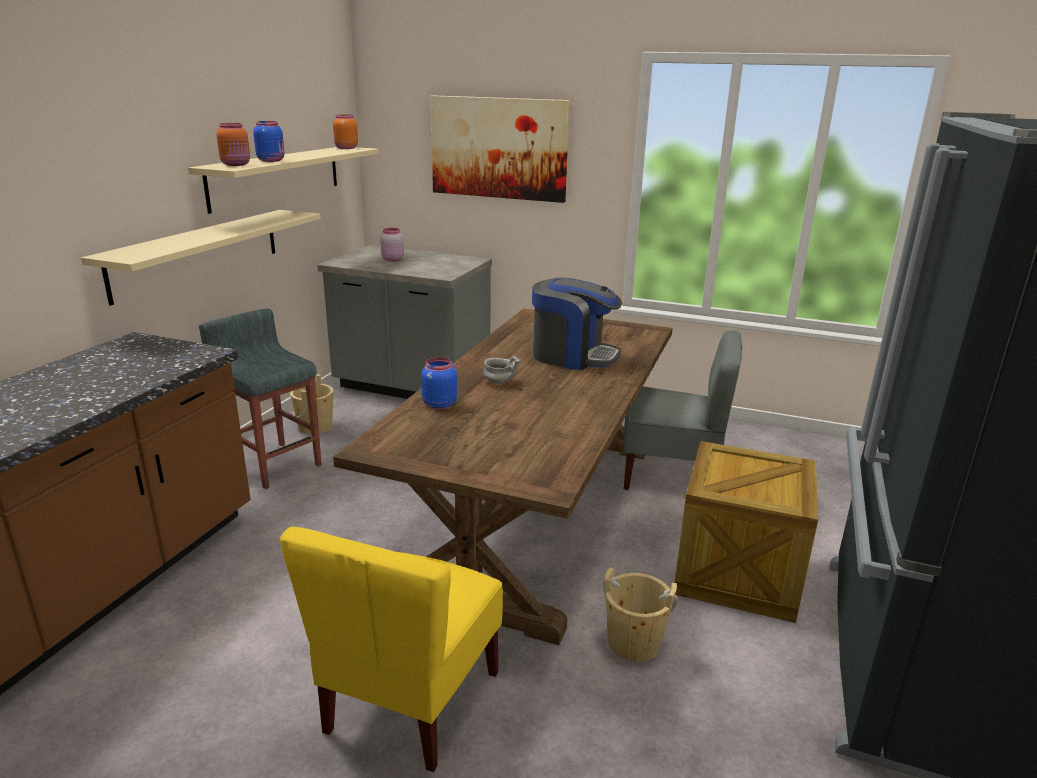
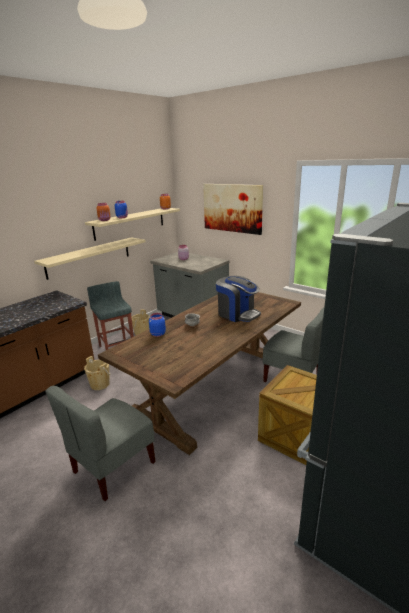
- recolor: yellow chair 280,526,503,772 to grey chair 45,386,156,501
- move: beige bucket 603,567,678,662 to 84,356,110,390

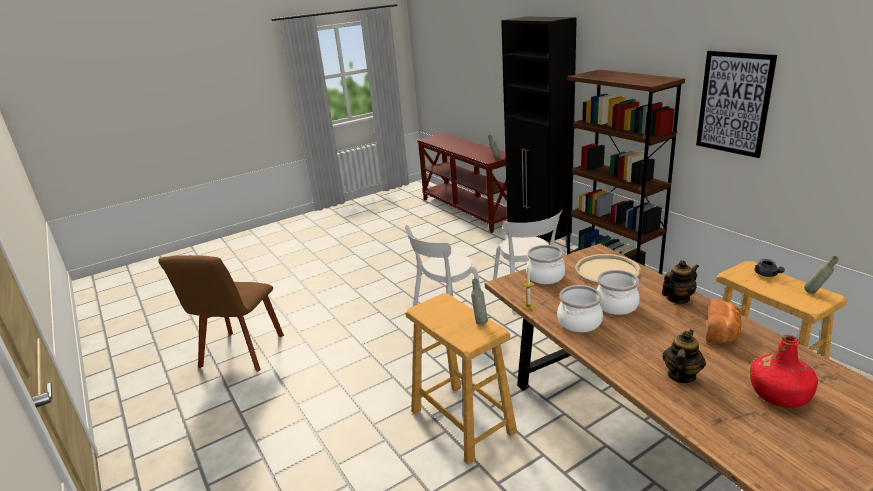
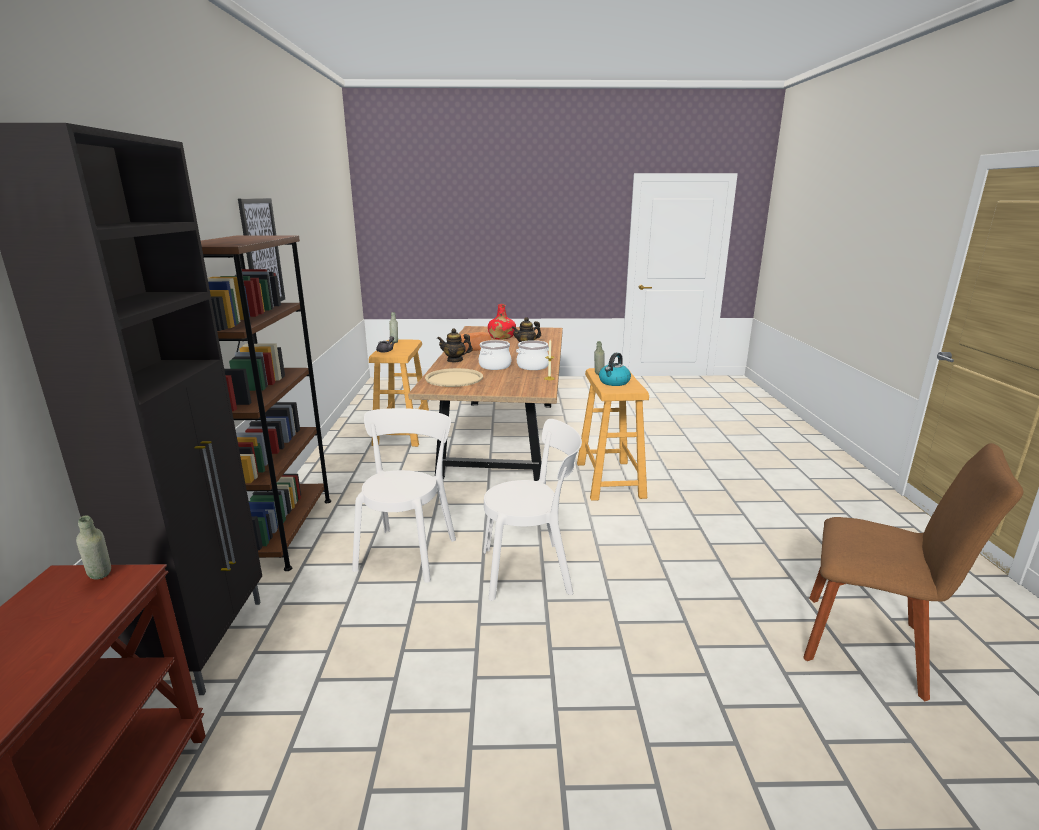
- rotate: brown chair 158,255,284,372 = 803,443,1023,701 75 degrees clockwise
- delete: cooking pot 526,245,565,284
- insert: kettle 599,353,631,386

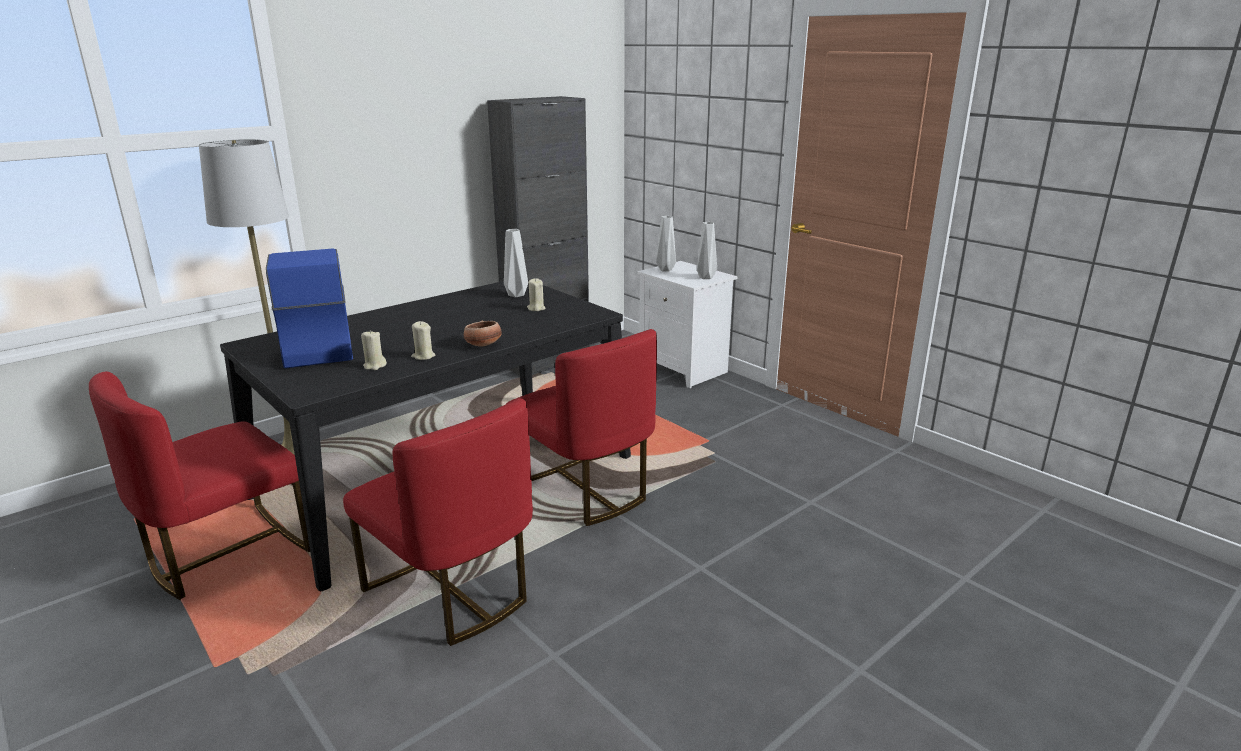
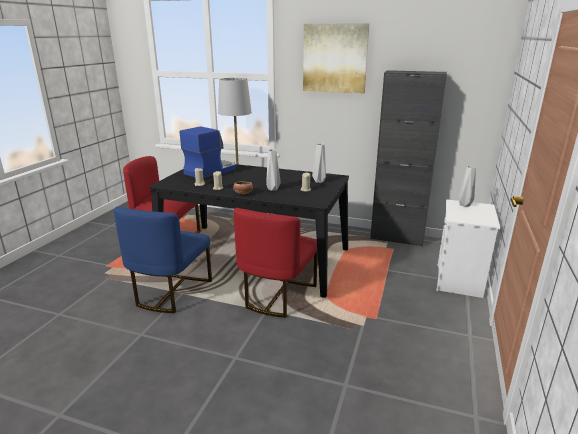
- recolor: red chair 343,398,533,646 to blue chair 114,207,212,313
- move: grey vase 697,222,717,279 to 266,149,281,191
- insert: picture 303,23,369,93

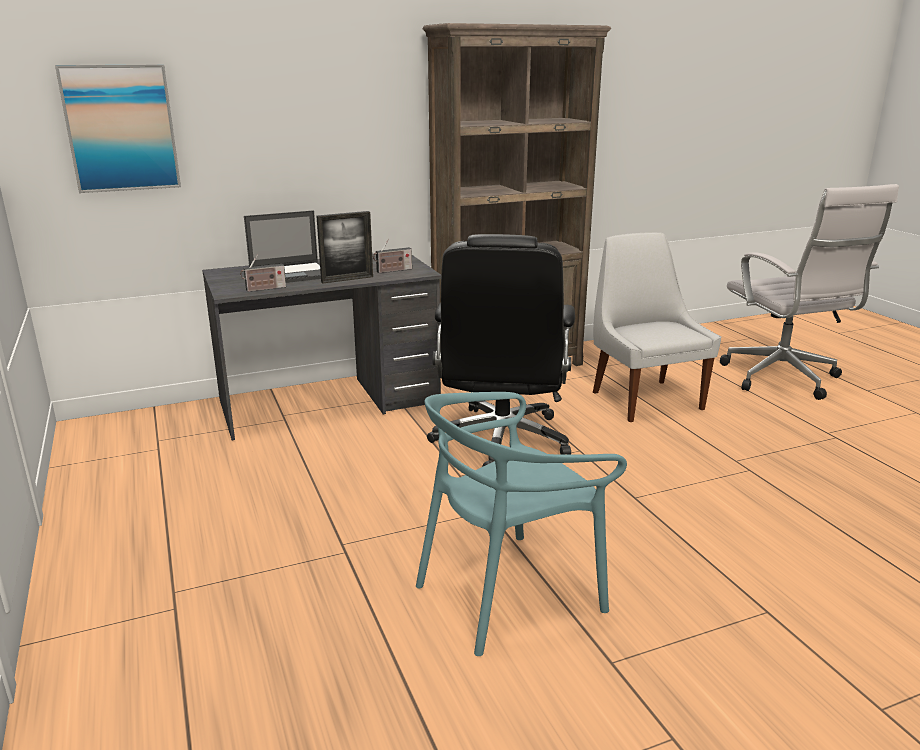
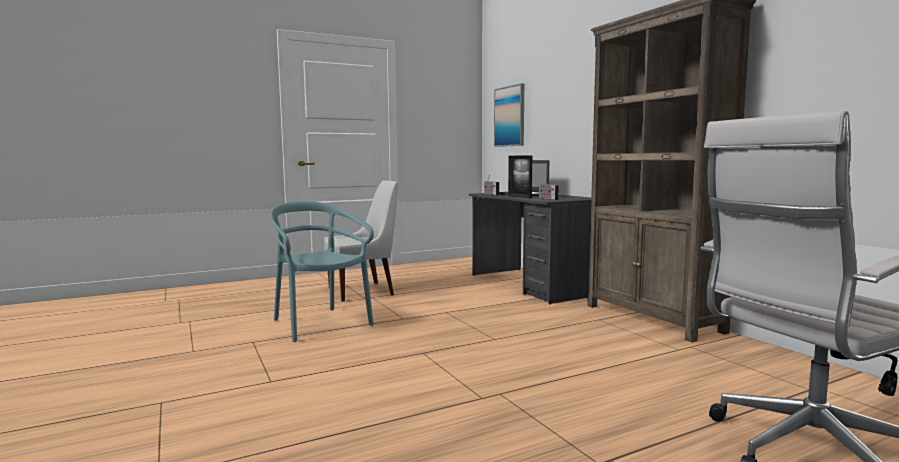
- delete: black office chair 427,234,575,467
- move: white chair 593,232,721,422 to 324,181,398,302

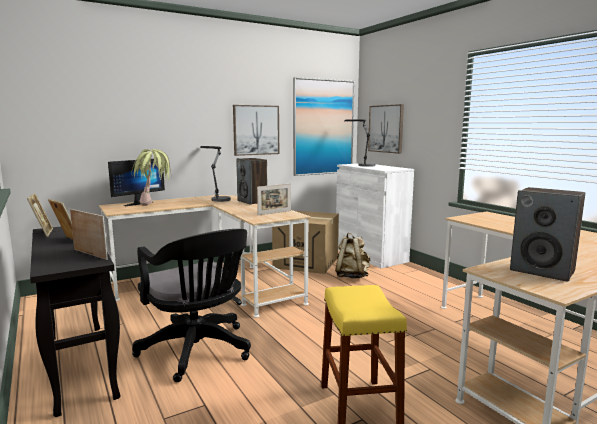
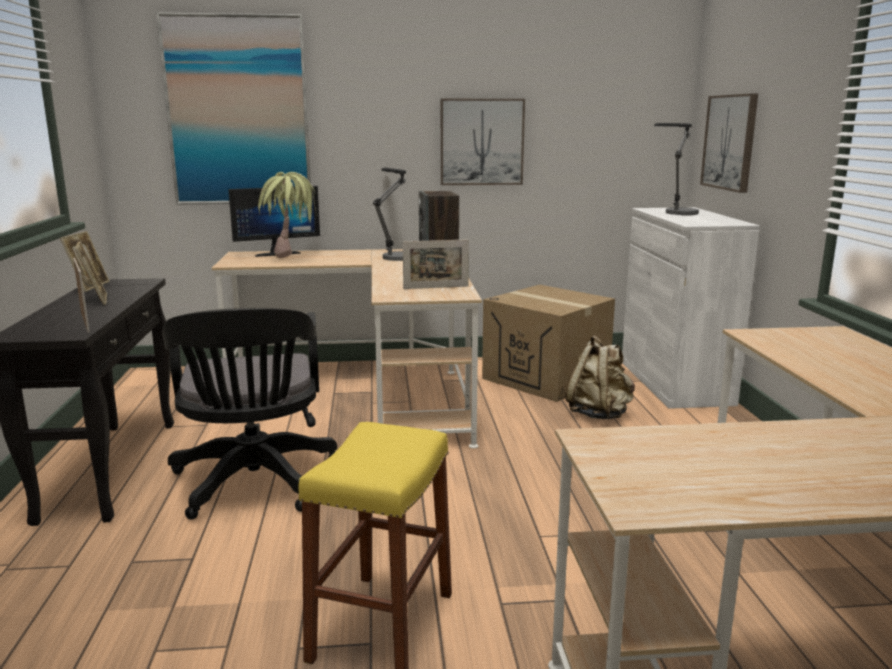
- move: picture 293,77,355,176 to 156,13,311,204
- delete: speaker 510,187,585,282

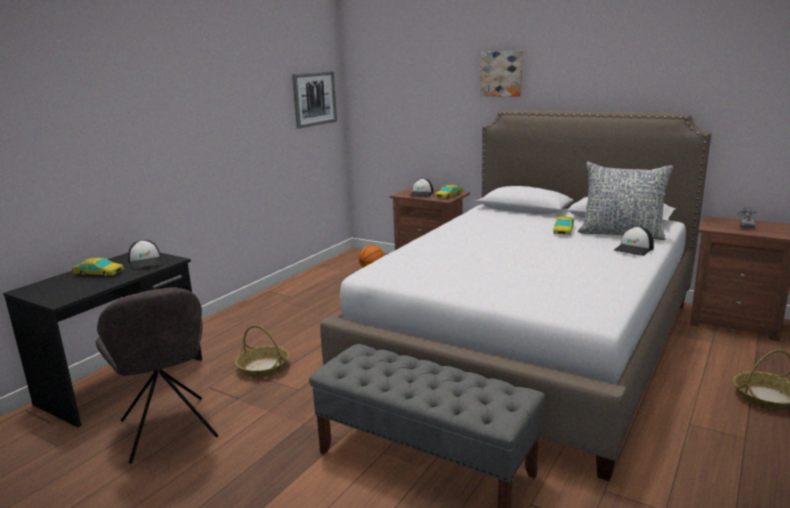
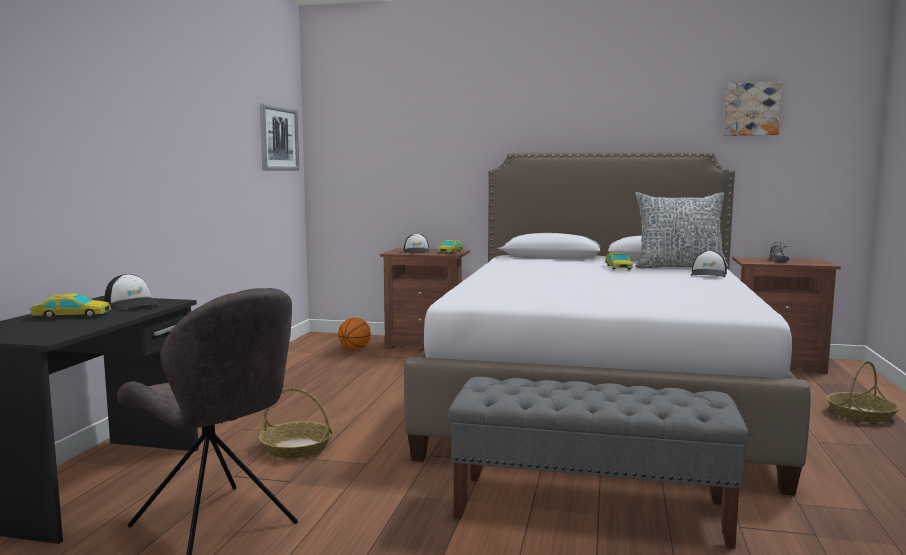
- move: picture 480,51,523,97 to 724,82,782,136

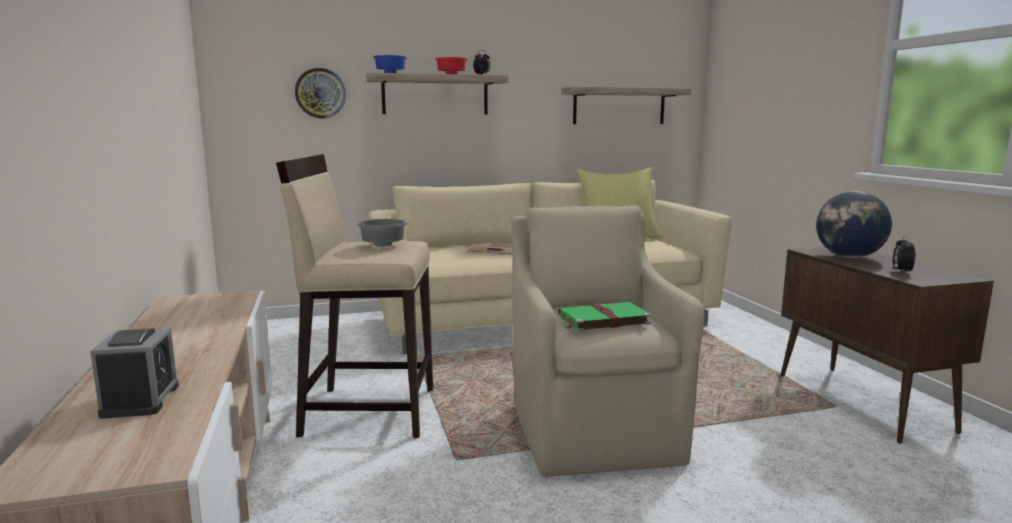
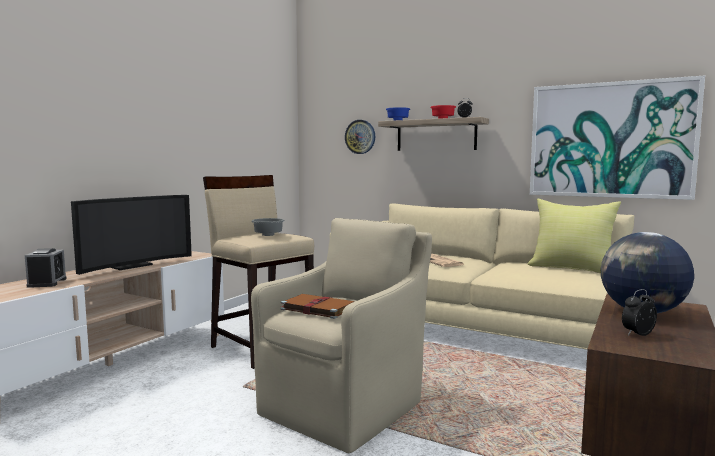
- rotate: alarm clock 90,328,179,419 = 25,248,66,288 45 degrees counterclockwise
- recolor: green book 558,302,651,331 to brown book 281,294,355,319
- replace: shelf 561,87,691,124 to picture 530,76,705,200
- insert: television 71,195,192,275

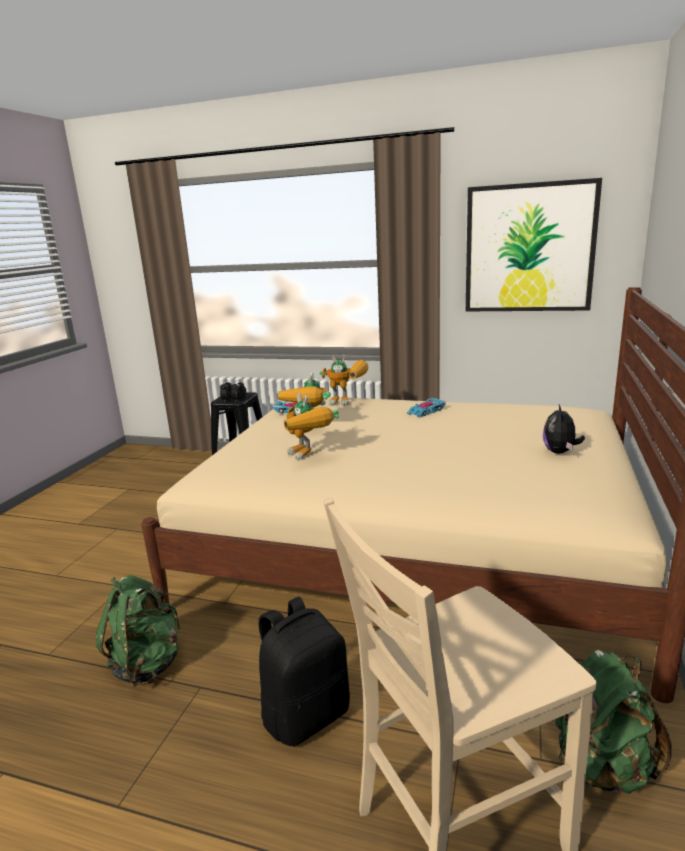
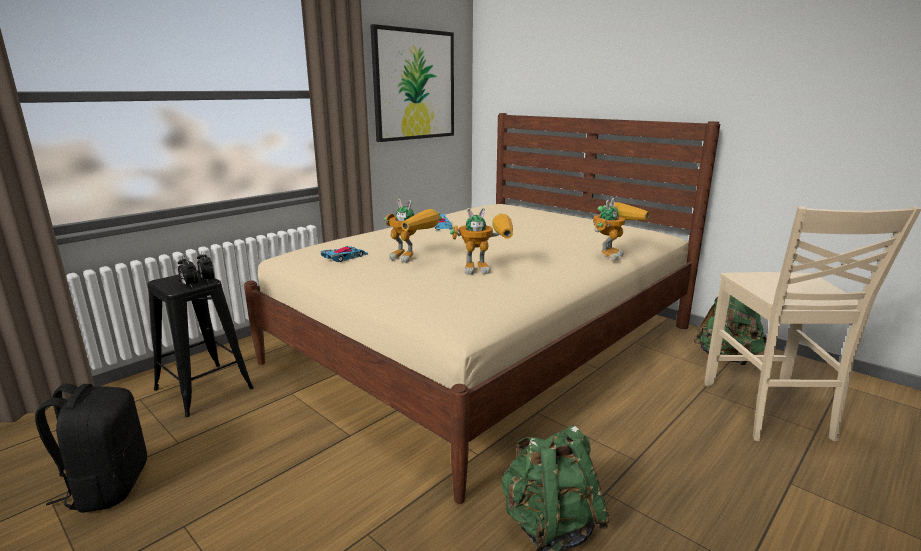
- move: black backpack 259,597,350,746 to 35,383,147,513
- move: toy robot 319,355,368,406 to 593,198,650,260
- delete: plush toy 543,404,585,454

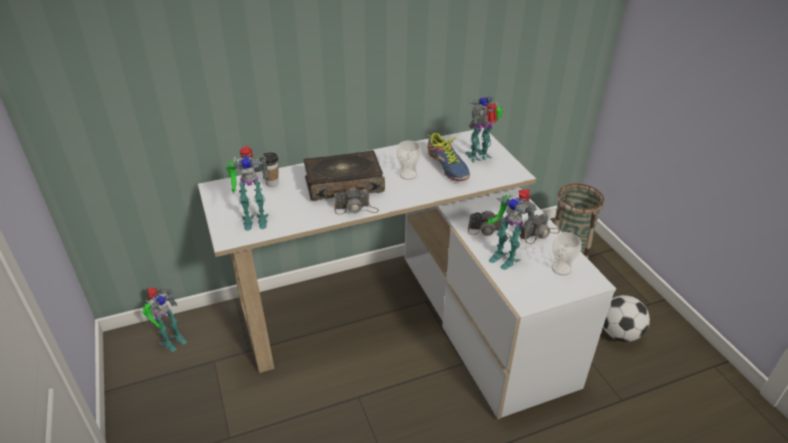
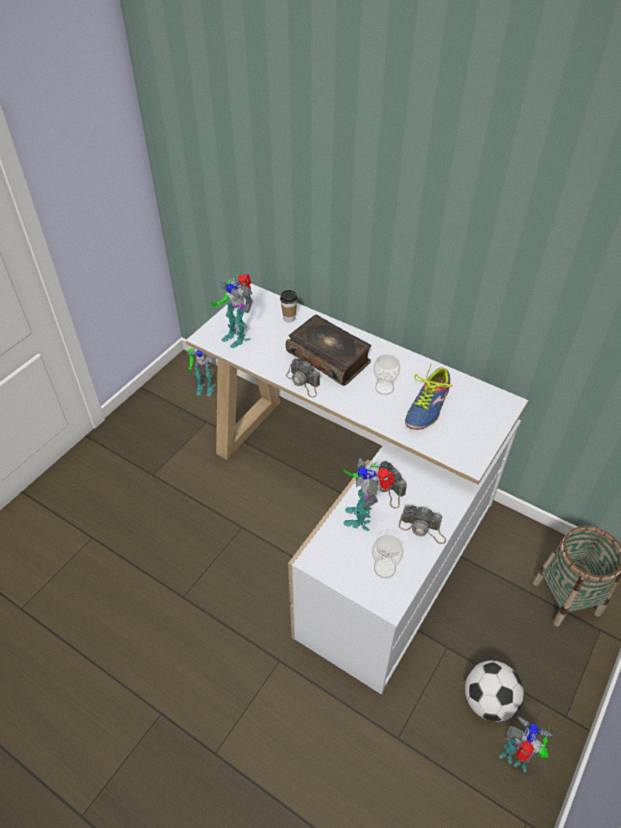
- move: toy robot 465,96,503,163 to 499,716,552,772

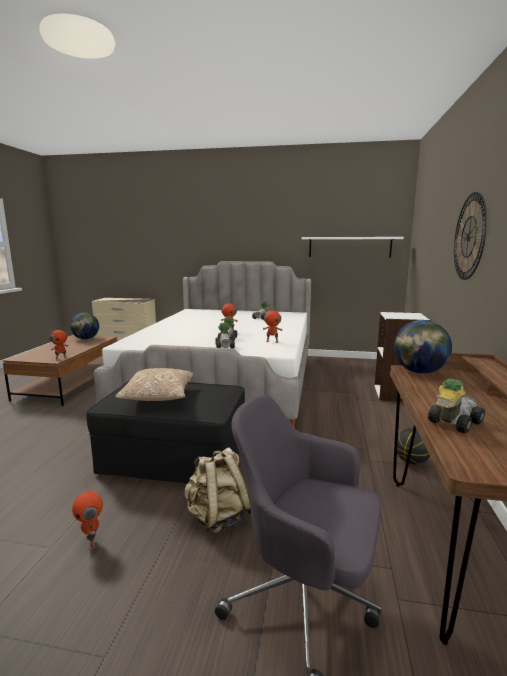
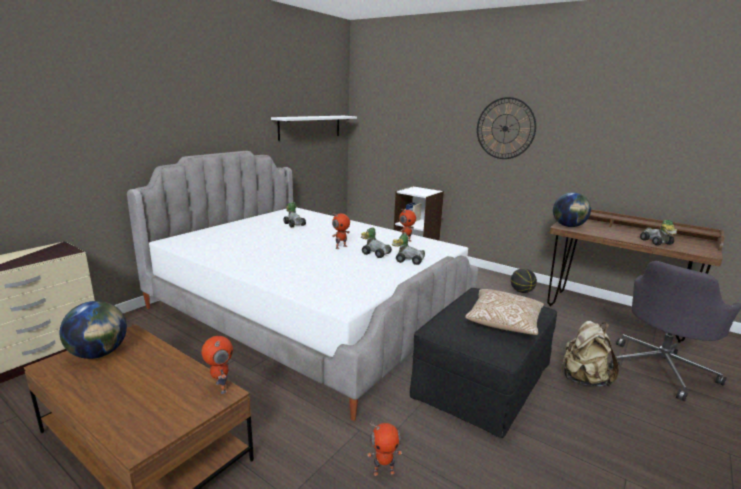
- move: toy robot 72,483,103,550 to 367,421,402,476

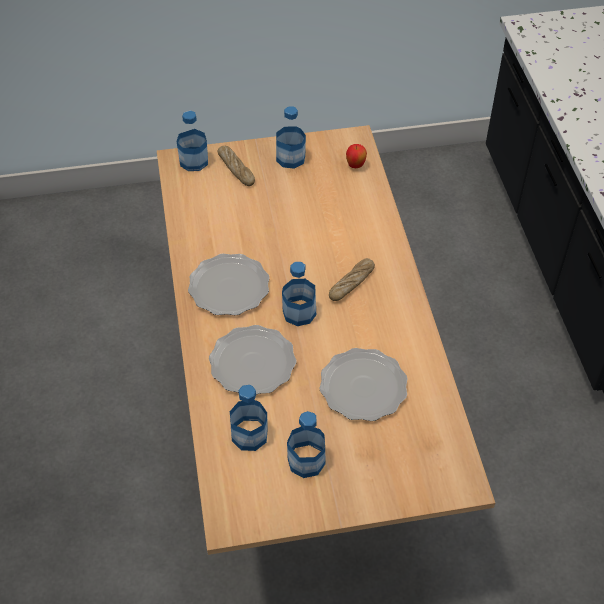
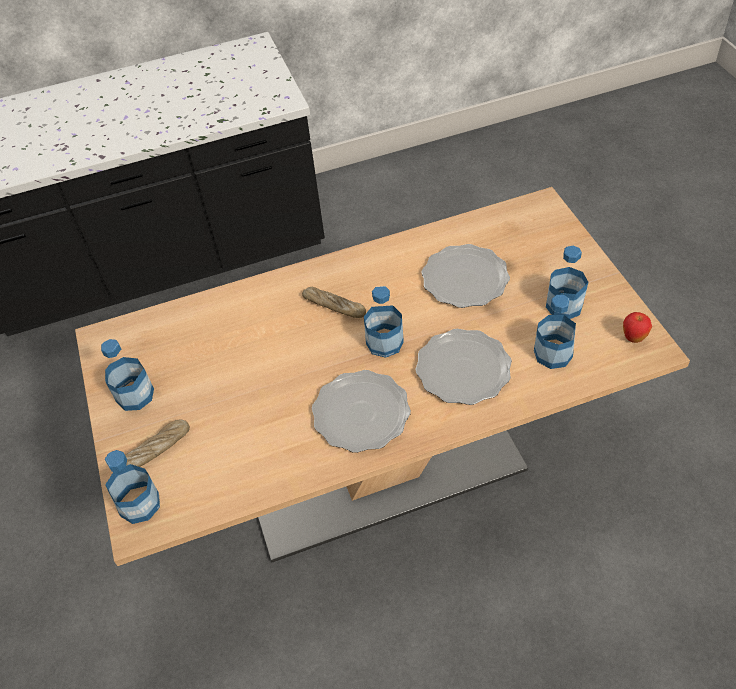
- move: apple 346,144,367,168 to 623,312,652,343

